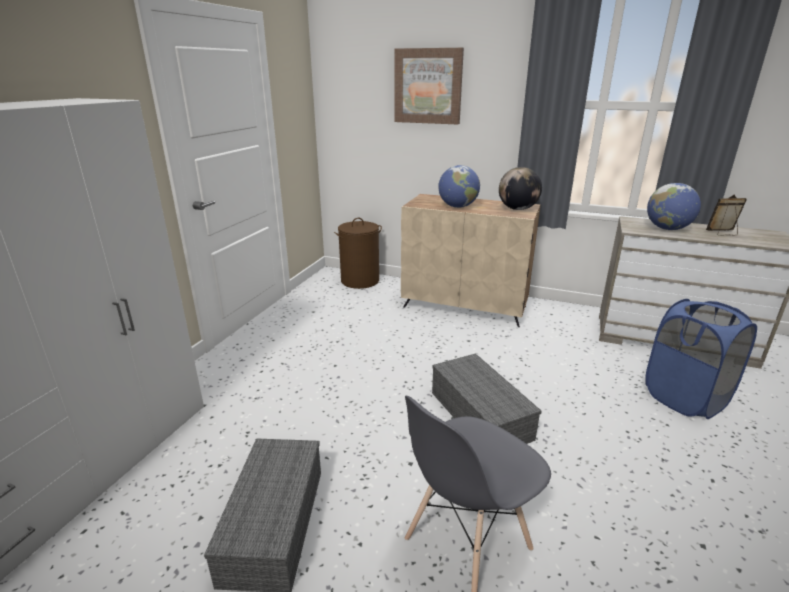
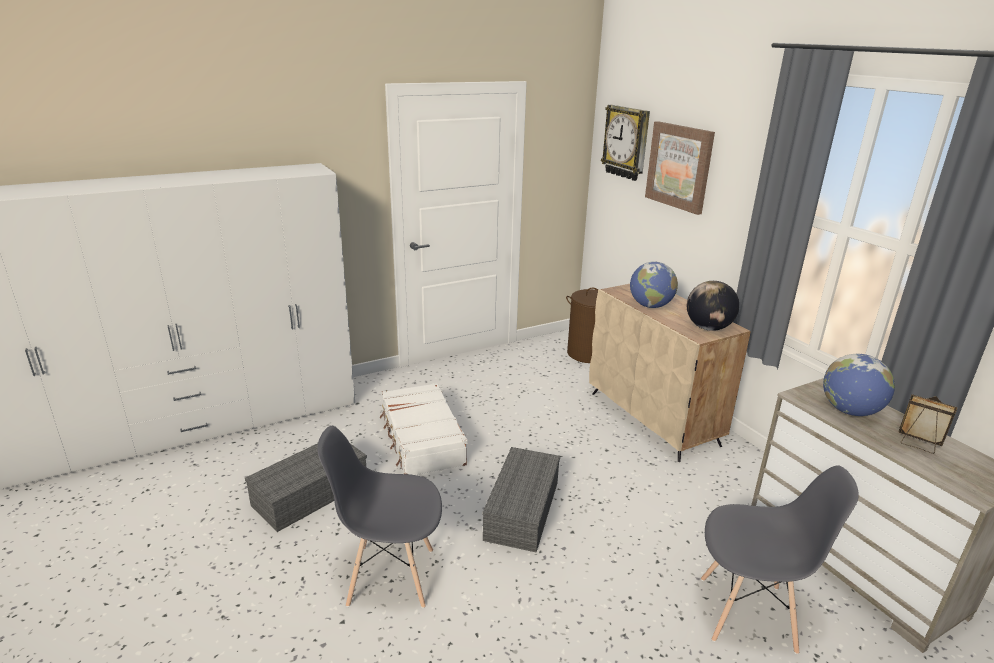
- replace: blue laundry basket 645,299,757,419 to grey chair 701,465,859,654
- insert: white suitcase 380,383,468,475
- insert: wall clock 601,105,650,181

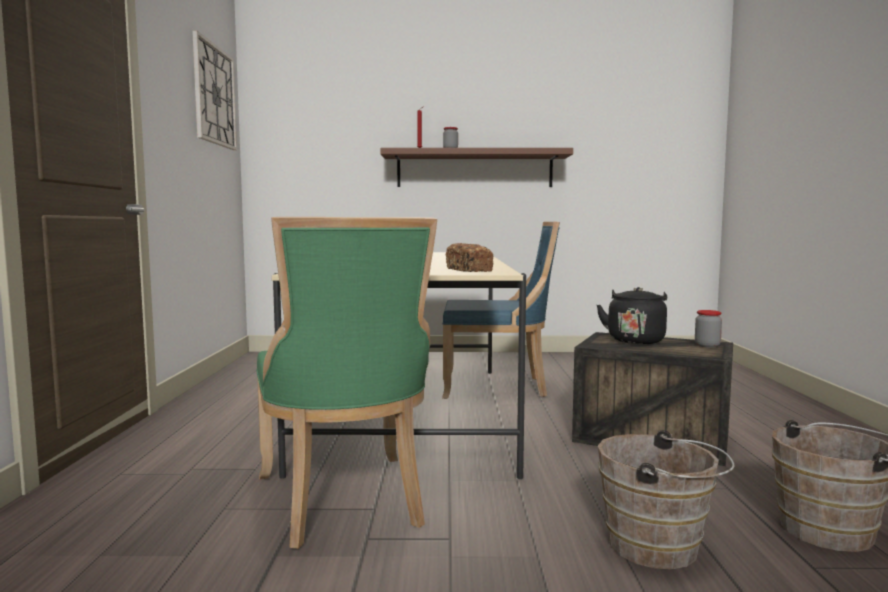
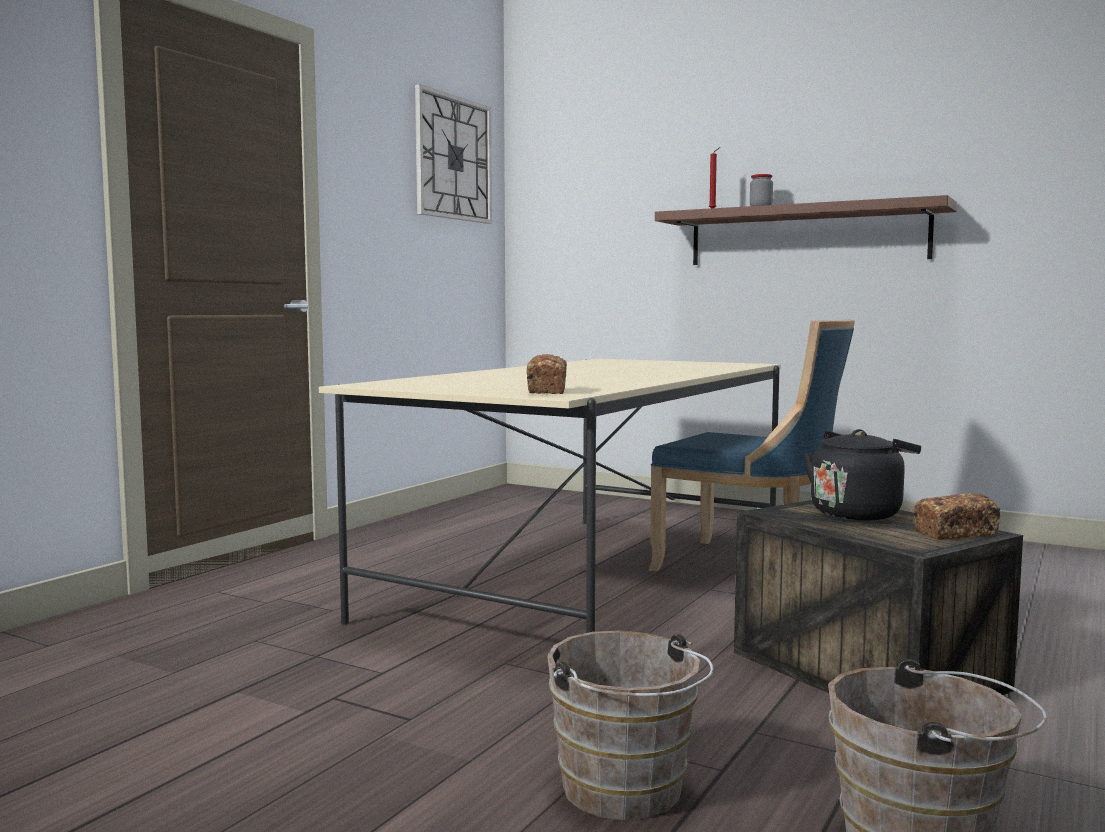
- delete: green chair 256,217,437,549
- replace: jar 695,310,722,348 to bread 914,493,1001,540

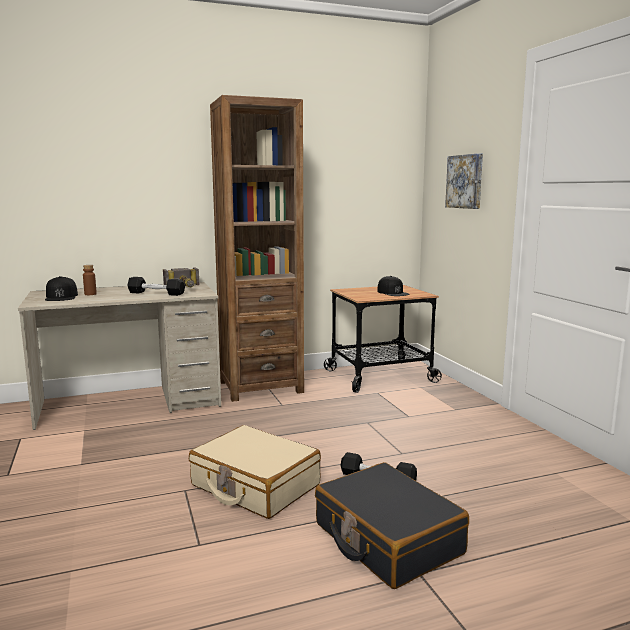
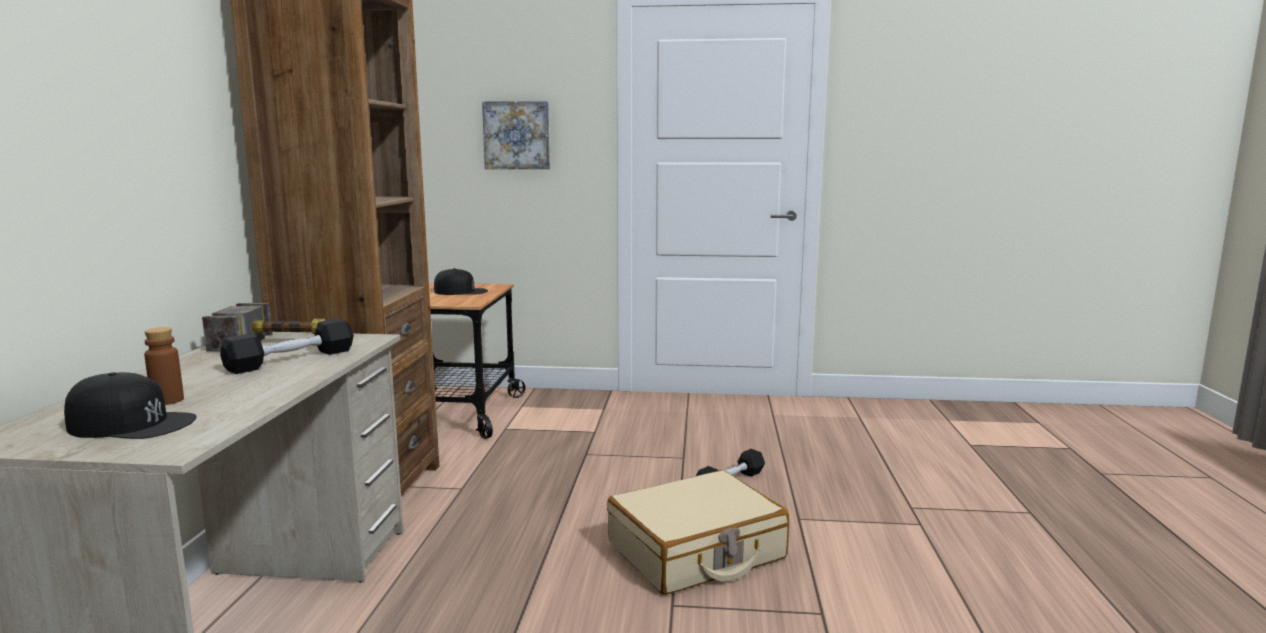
- delete: black suitcase 315,462,469,589

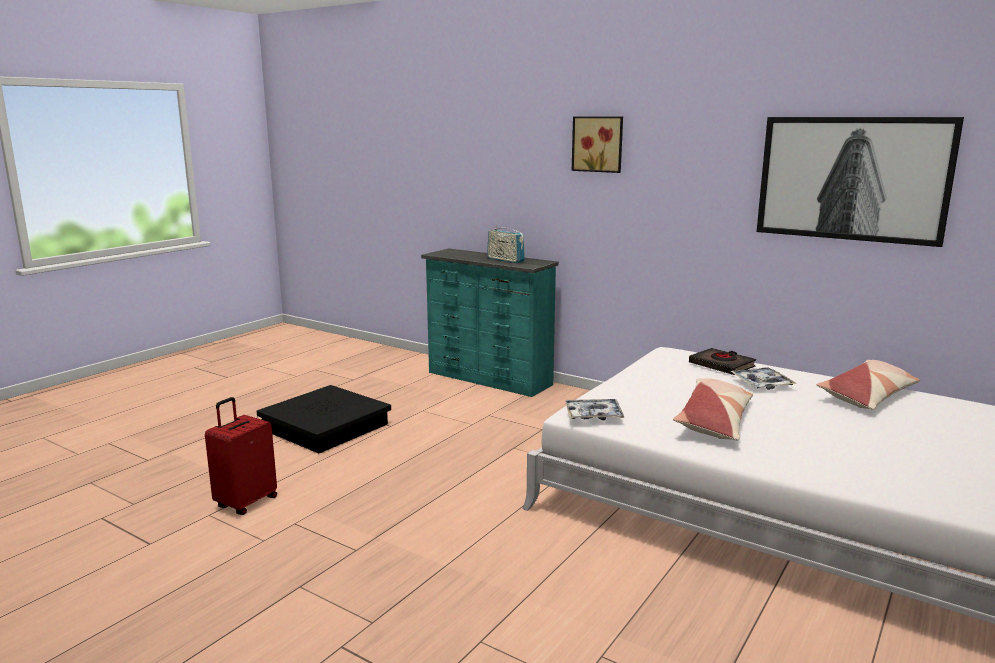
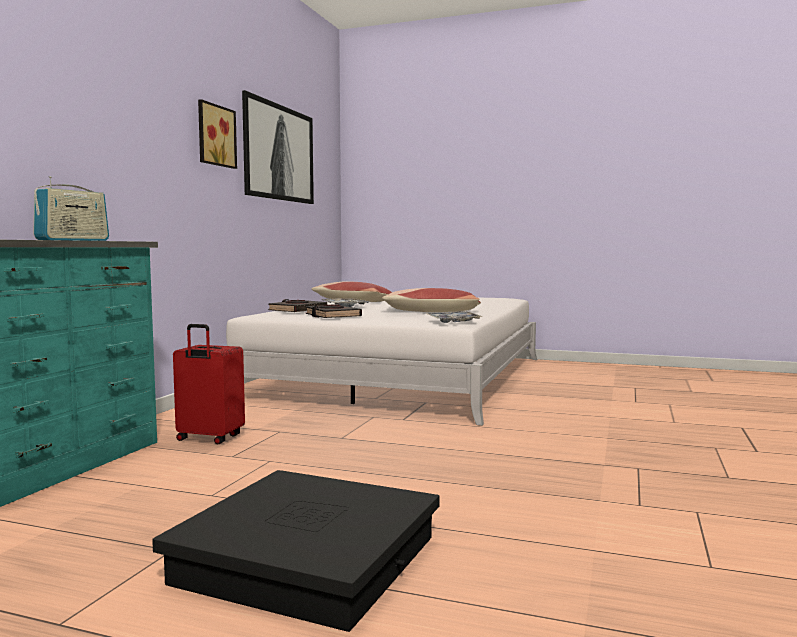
- move: red suitcase 205,397,277,515 to 173,324,245,444
- move: picture 572,117,623,173 to 198,99,237,169
- insert: black book 305,305,362,318

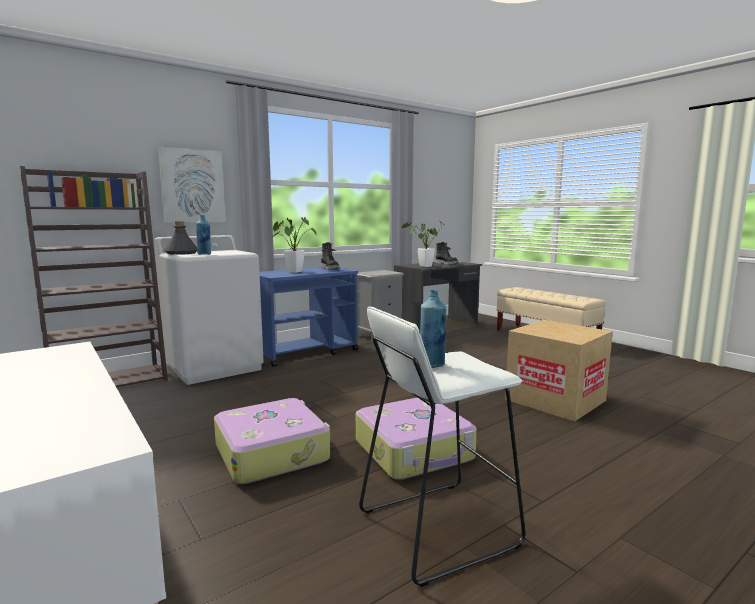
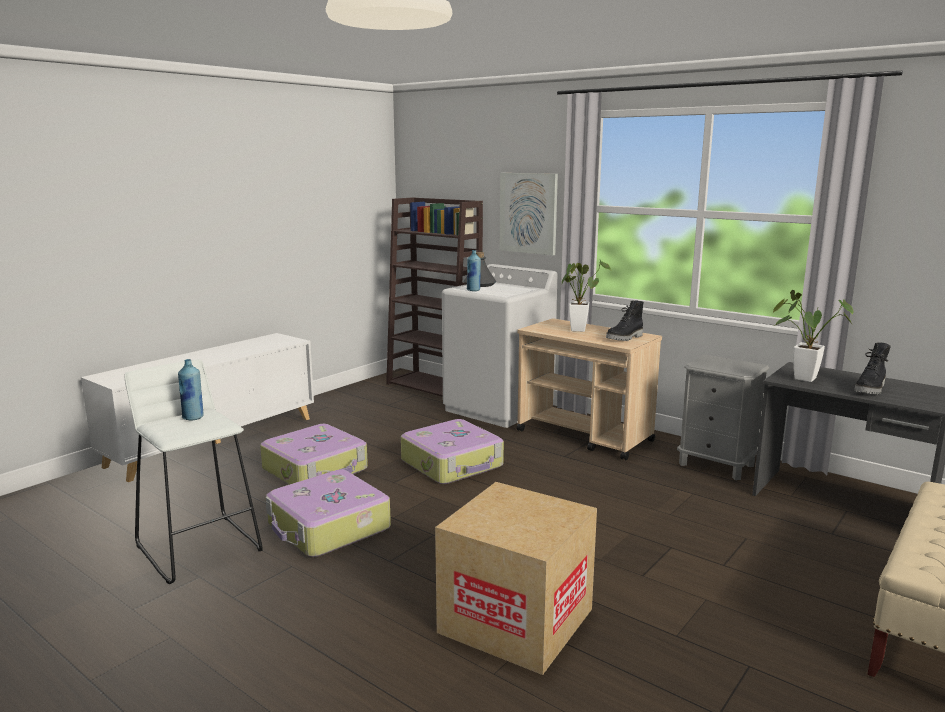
- recolor: blue cart 259,267,358,367 to beige cart 516,318,662,460
- insert: suitcase 401,419,504,484

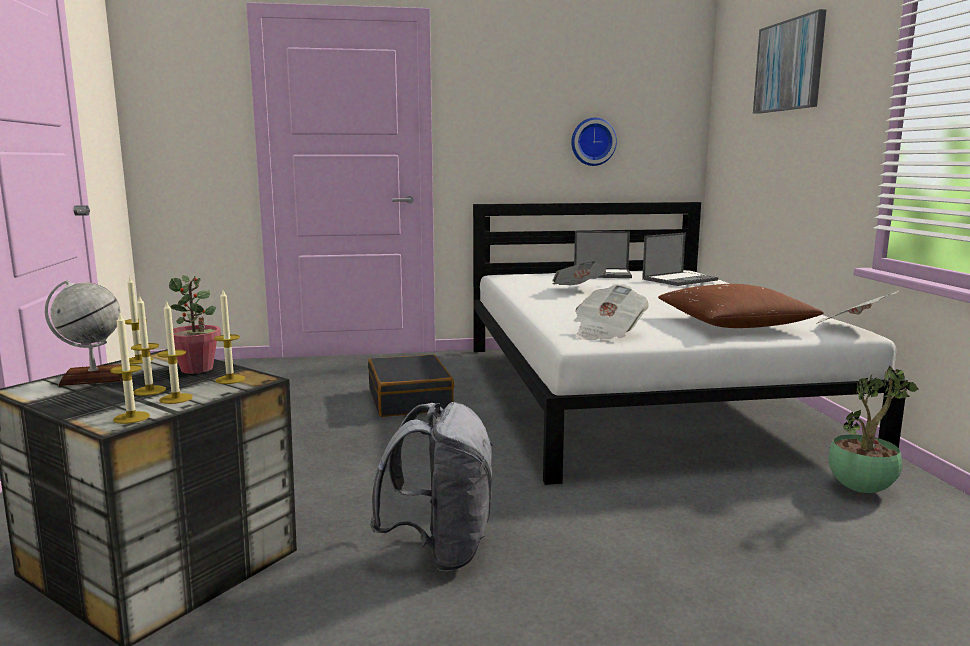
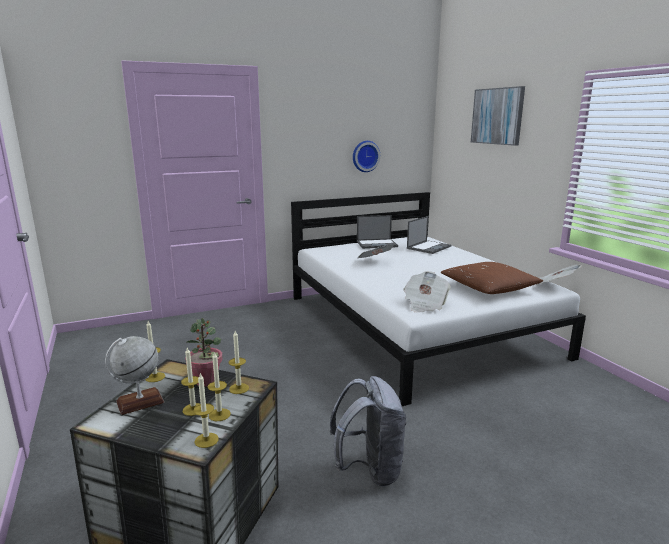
- delete: black suitcase 368,354,454,417
- delete: potted plant 828,366,918,493

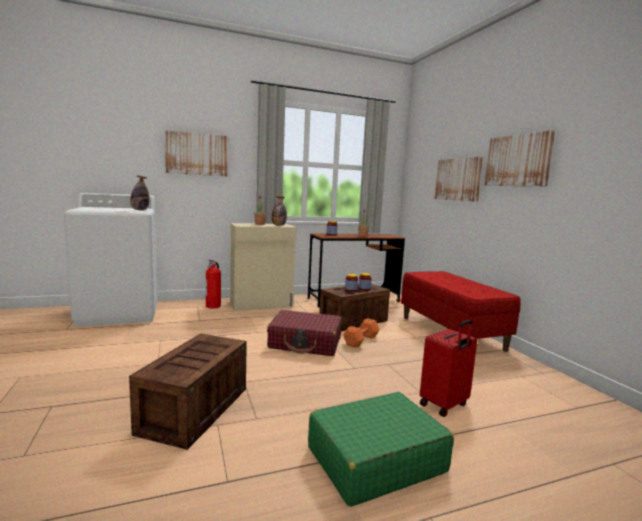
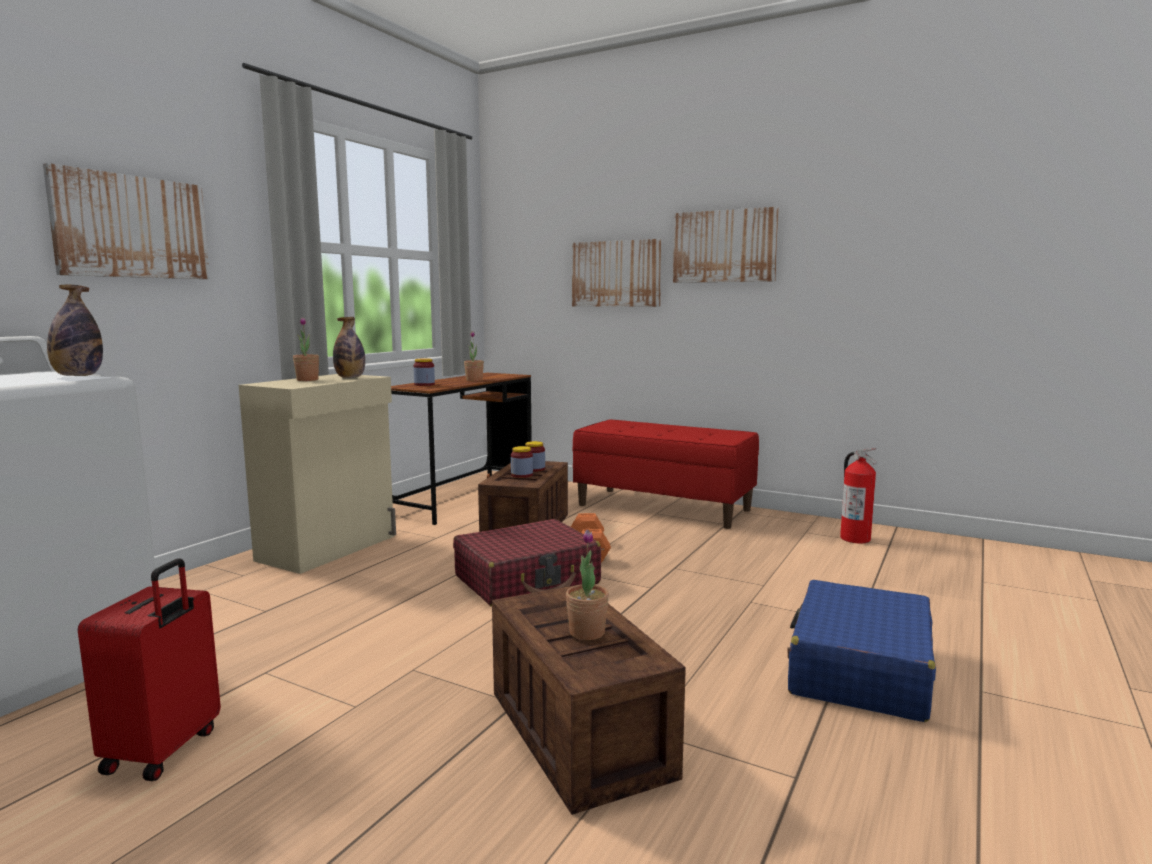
- move: fire extinguisher 206,260,221,308 to 840,448,877,543
- recolor: green suitcase 308,392,454,507 to blue suitcase 787,580,936,722
- move: red suitcase 420,320,477,417 to 78,558,221,781
- insert: potted plant 566,530,609,640

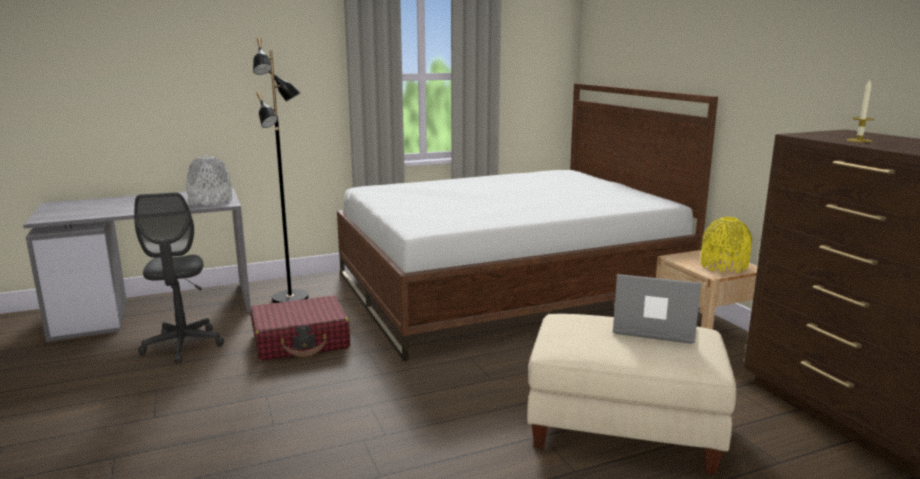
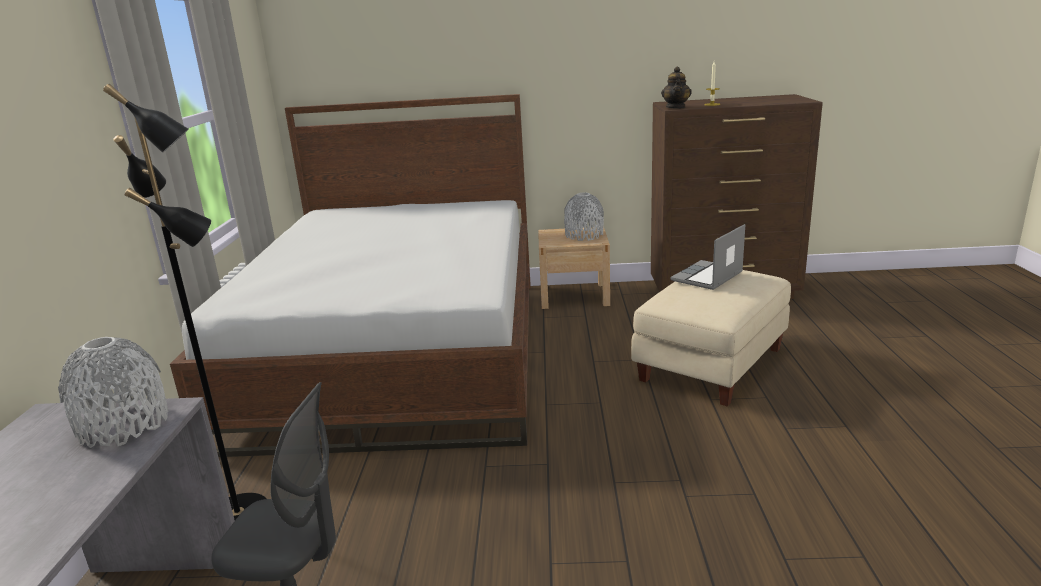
- delete: red suitcase 250,295,350,361
- recolor: yellow vase 701,217,752,273 to grey vase 564,193,604,241
- insert: teapot 661,67,692,109

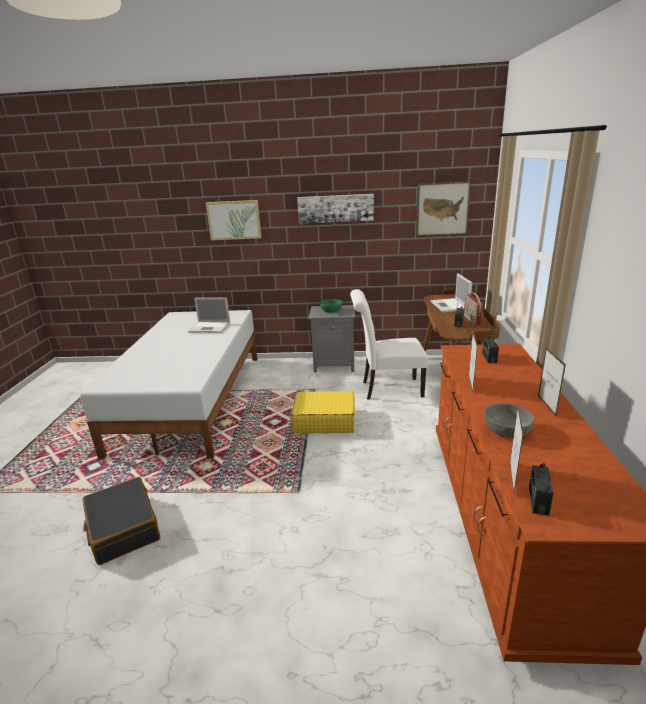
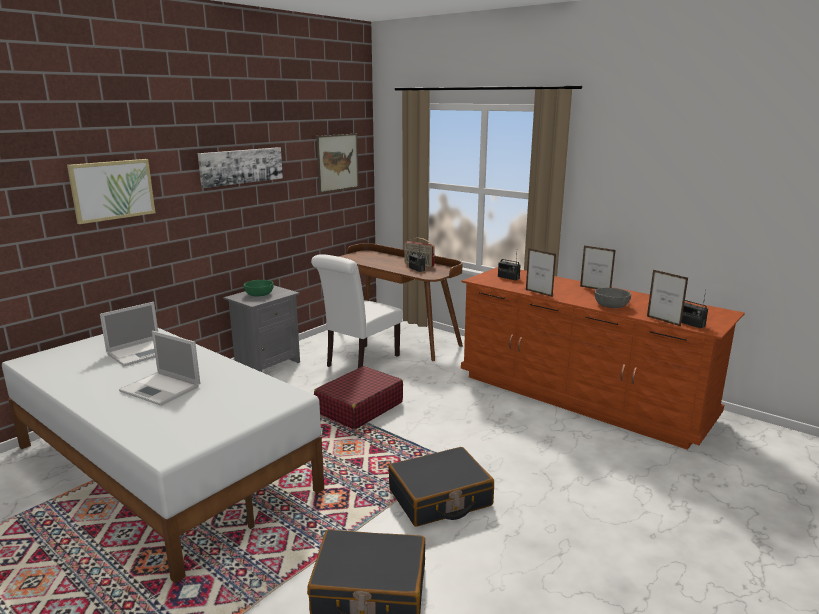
- recolor: yellow suitcase 291,391,355,434 to red suitcase 314,366,403,429
- move: laptop 430,273,472,312 to 119,331,200,406
- insert: black suitcase 388,447,494,527

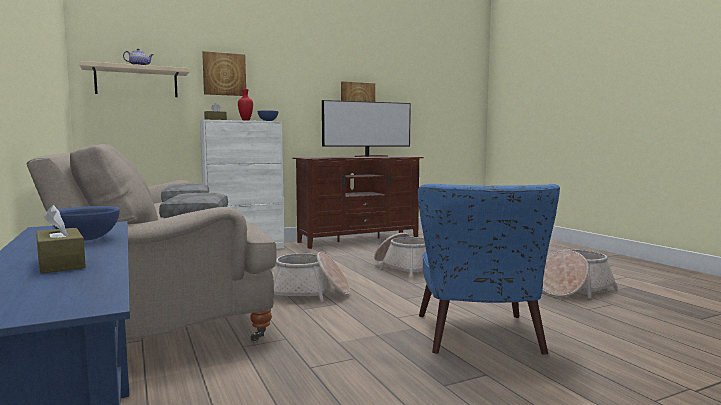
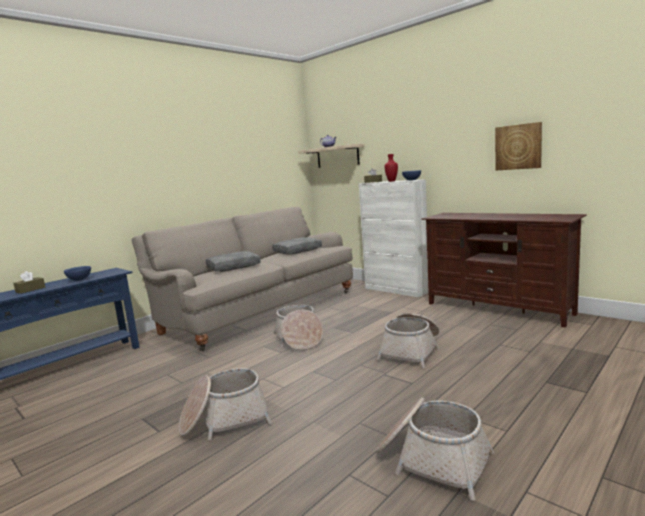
- delete: picture 202,51,246,96
- delete: television 322,100,411,157
- replace: blue armchair 418,184,560,355 to basket 179,368,272,441

